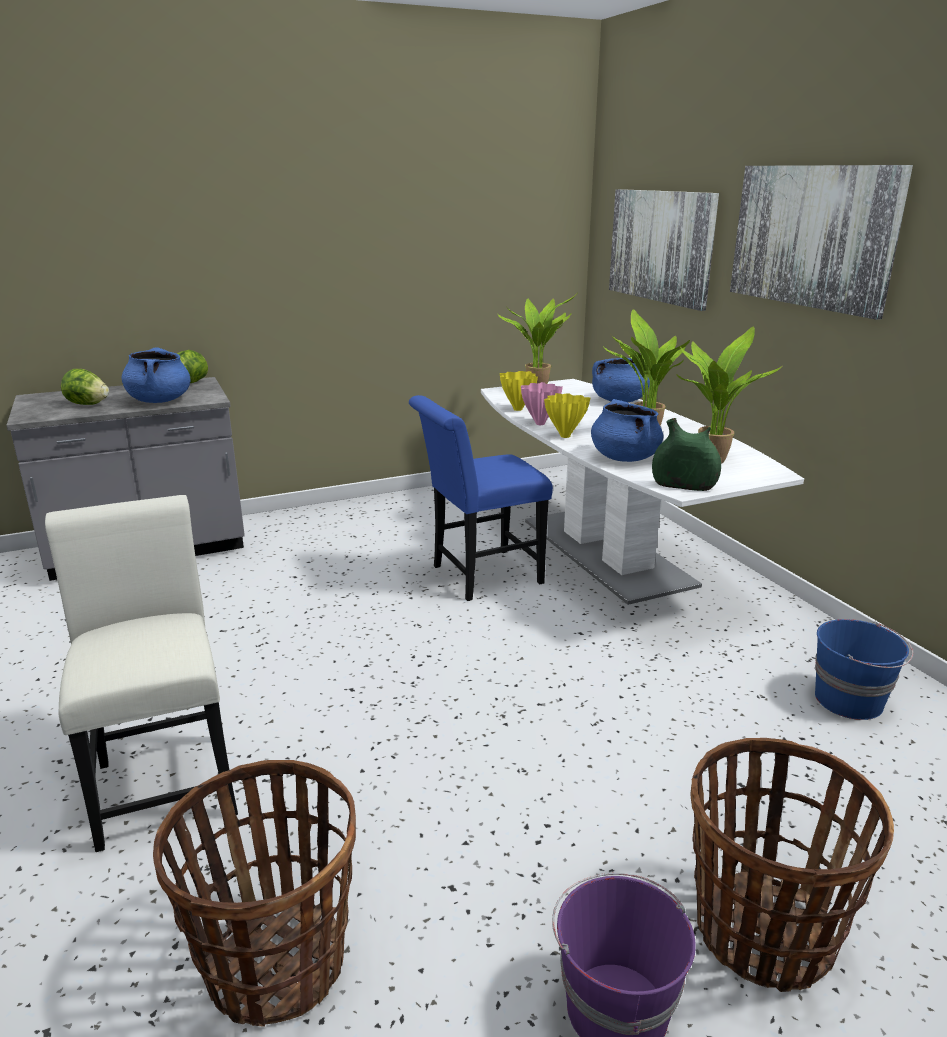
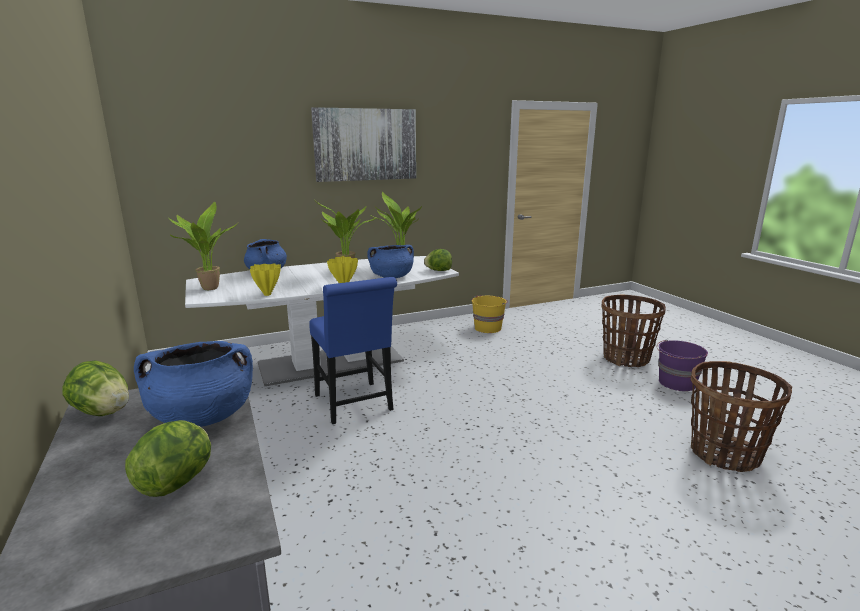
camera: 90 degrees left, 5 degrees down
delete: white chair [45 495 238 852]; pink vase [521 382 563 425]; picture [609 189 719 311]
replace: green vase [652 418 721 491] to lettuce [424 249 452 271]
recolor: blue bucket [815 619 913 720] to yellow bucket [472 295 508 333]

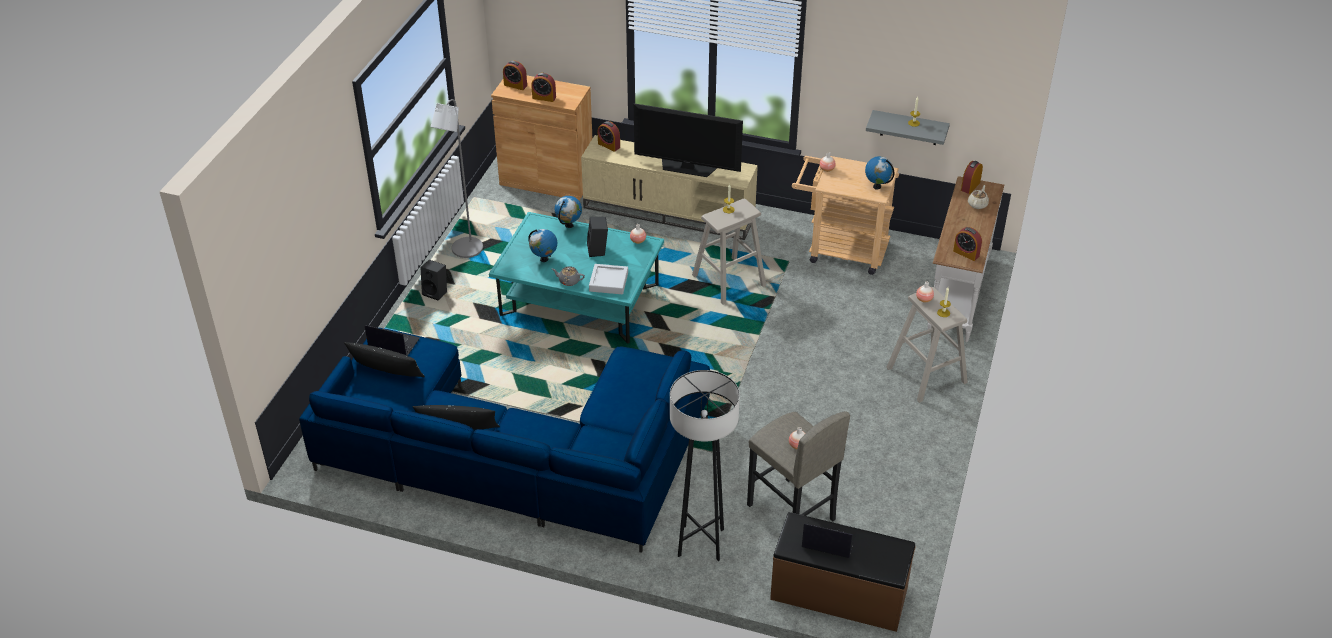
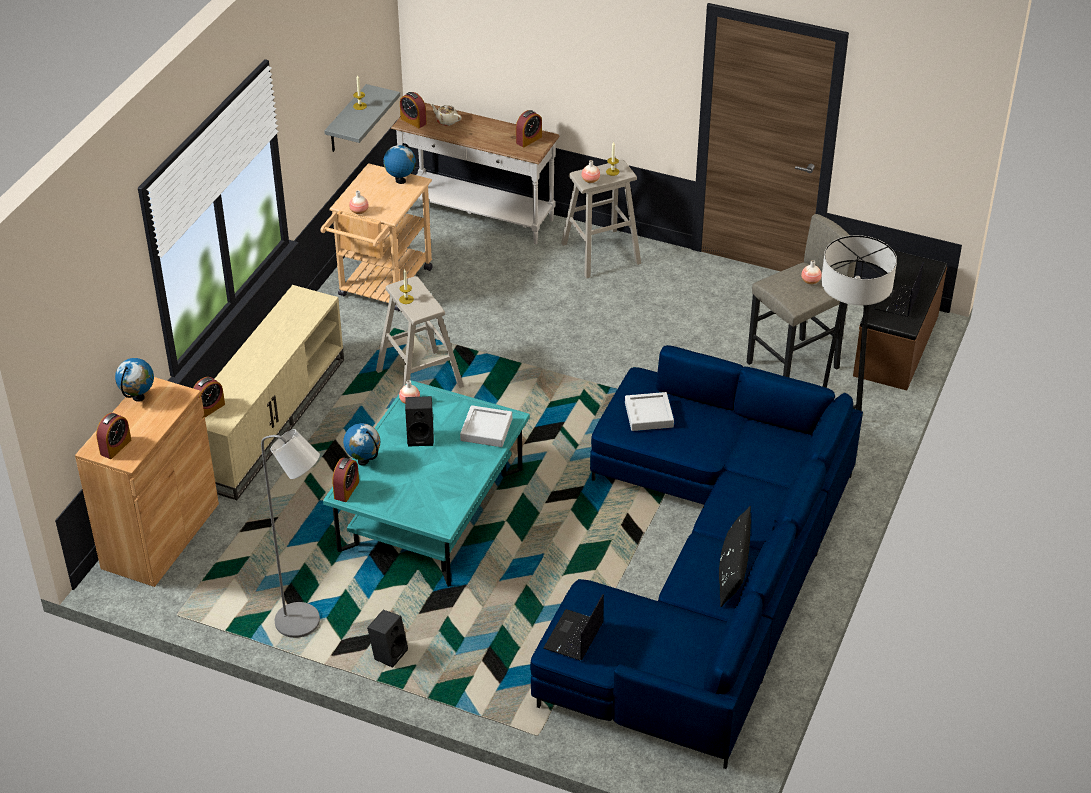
camera: 85 degrees left, 0 degrees up
delete: black pillow [344 342 425 377]; grey teapot [552 266 585 286]; television [634 103 743 177]
insert: grey tray [625 392 674 431]
move: globe [528 229 557 262] to [115 358 154 402]; alarm clock [531 73 556 102] to [332 458 359 502]

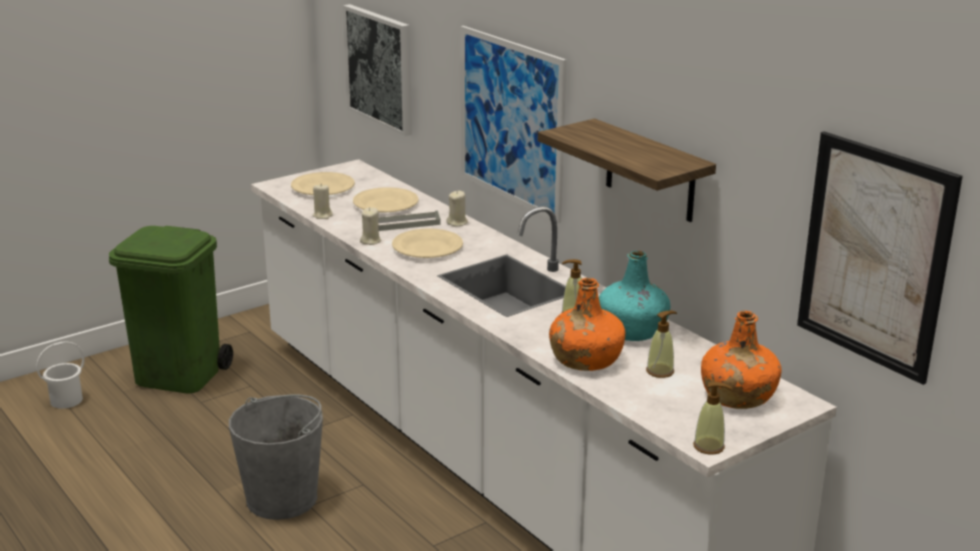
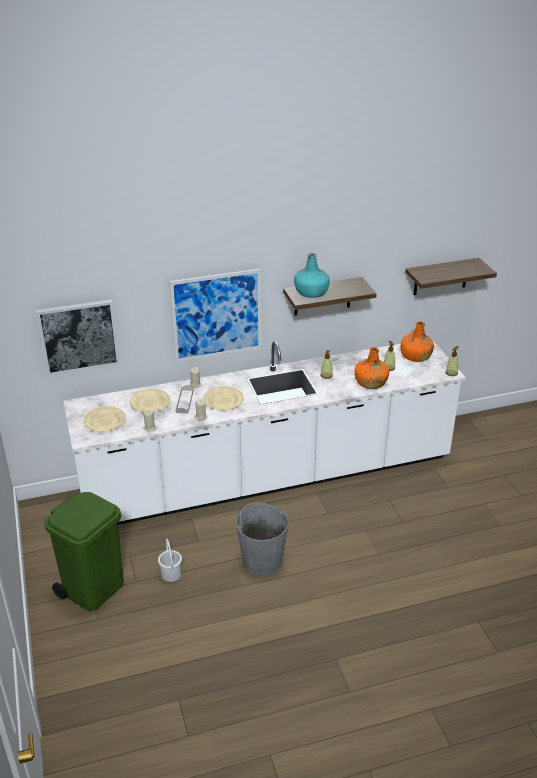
camera: 70 degrees left, 10 degrees up
move: white bucket [36 341 85 409] to [158 539 182 582]; turquoise bottle [599 251 671 341] to [294 253 330 298]
replace: picture [797 131 963 385] to shelf [405 258 497 295]

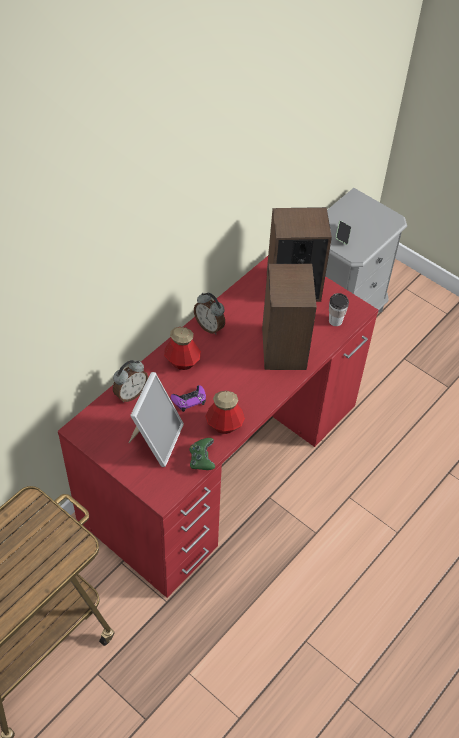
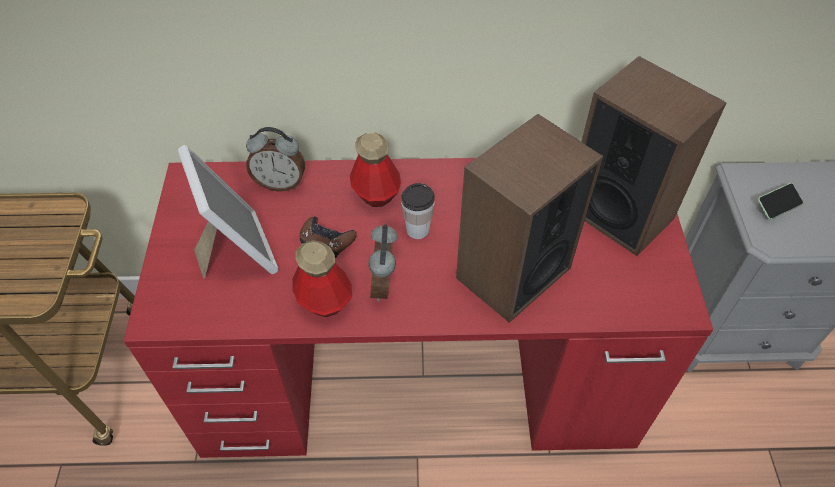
camera: 50 degrees right, 0 degrees up
delete: green game controller [189 438 215 470]
move: alarm clock [194 293 225 335] to [368 224 398 302]; cup [329 293 349 326] to [401 183 435 239]
recolor: purple game controller [171 385 206 412] to brown game controller [300 216 357 258]
rotate: picture frame [129 372 184 467] = [178 145 278 279] 90 degrees counterclockwise

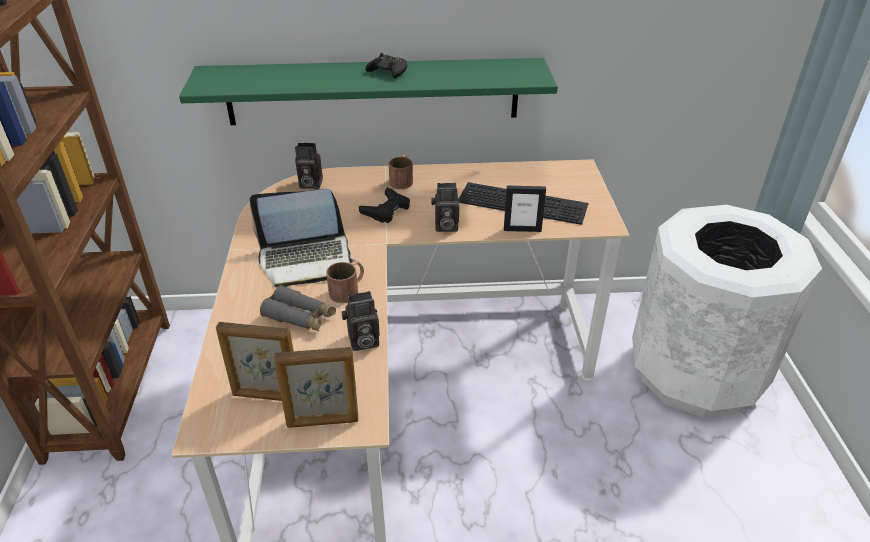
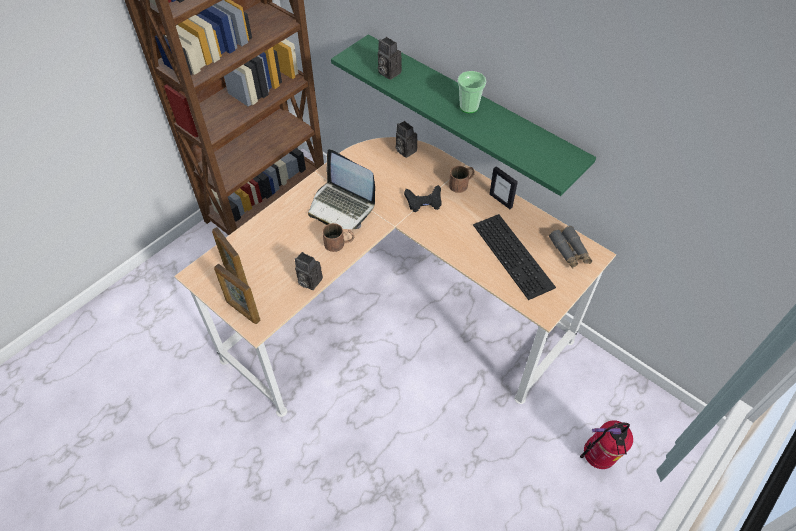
camera: 45 degrees right, 15 degrees up
move: photo camera [431 183 460 232] to [378 37 402 80]; picture frame [504 185 546 232] to [489 166 518 209]; grey binoculars [260 285 336 331] to [549 226 592 269]
replace: black game controller [365 53 407 78] to cup [458 71 486 113]; white trash can [632 205 822 418] to fire extinguisher [580 420 633 469]

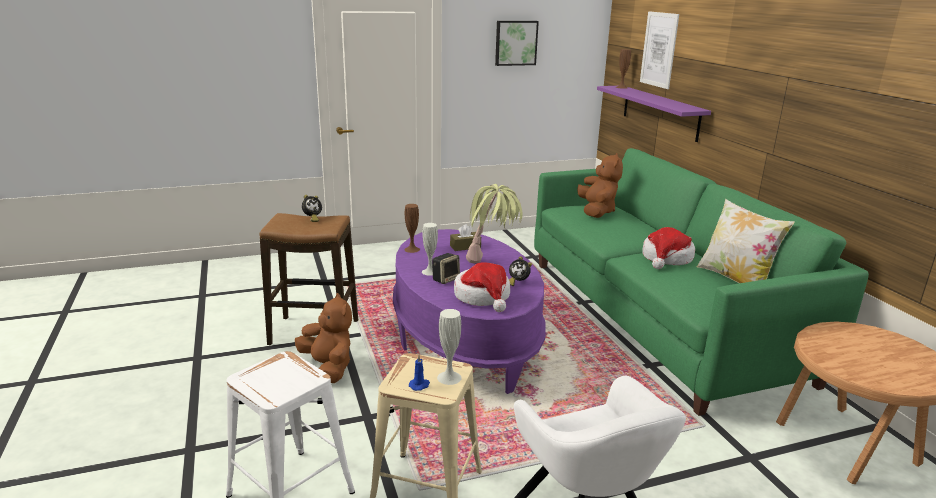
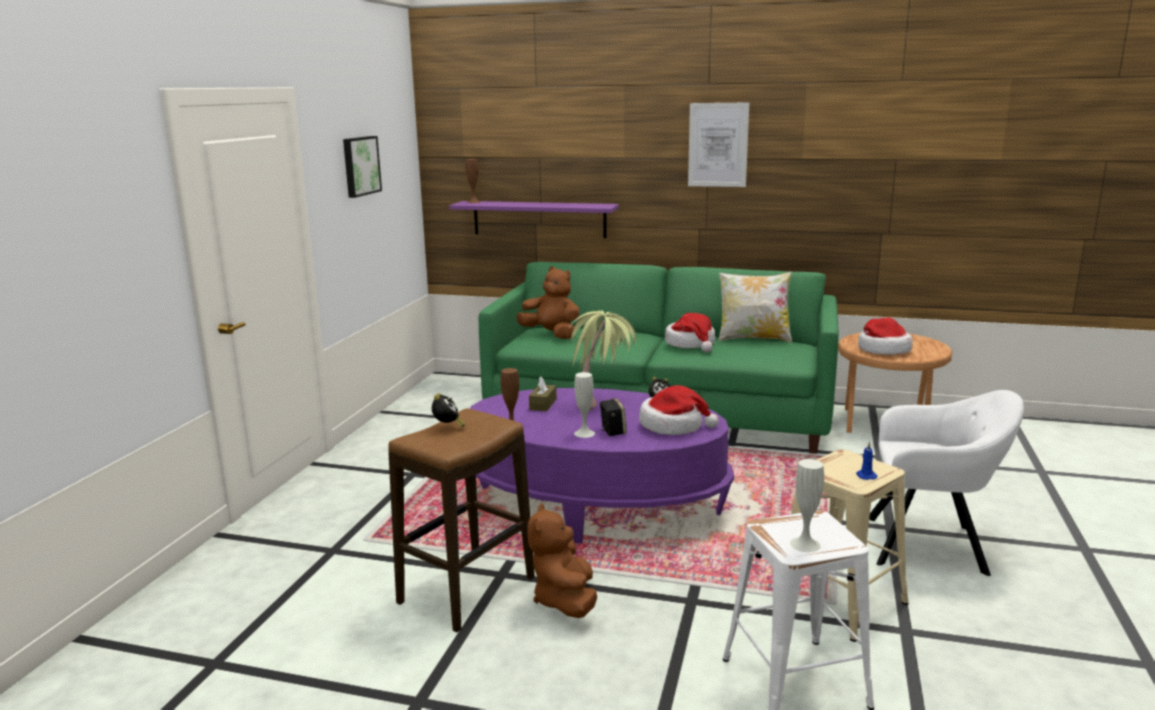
camera: 55 degrees left, 5 degrees down
insert: hat [858 318 913 355]
move: picture [640 11 679 89] to [688 102 750 187]; white vase [437 309 462 385] to [790 459 824 552]
rotate: brown plush toy [295 293 352 383] = [527 504 597 618] 90 degrees counterclockwise

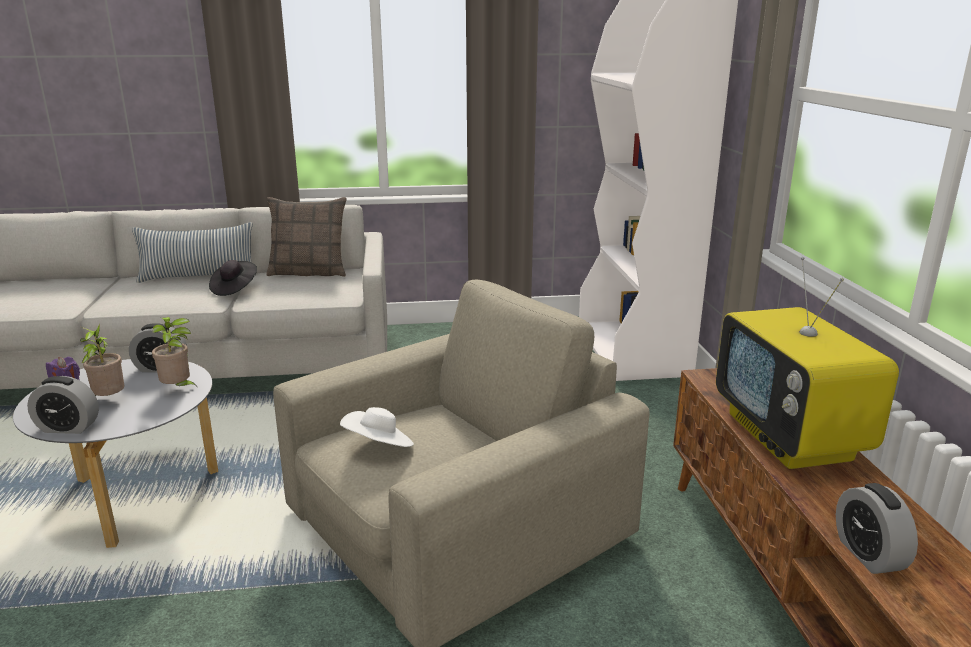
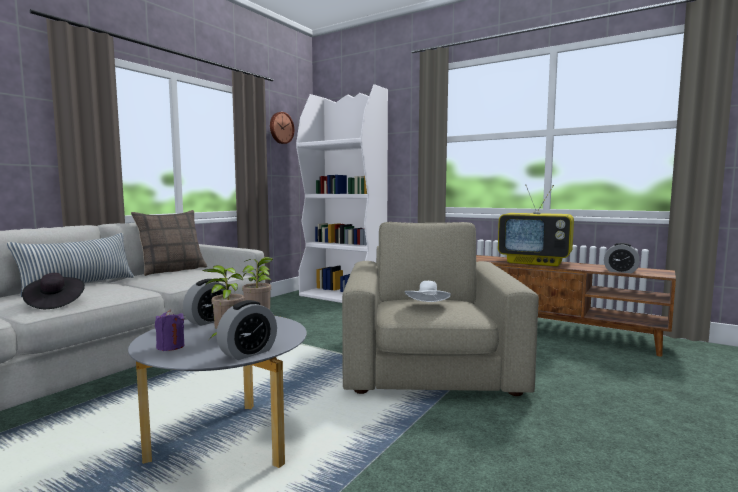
camera: 50 degrees left, 15 degrees down
insert: wall clock [270 112 294 144]
move: black hat [209 260 257 296] to [22 273 85 309]

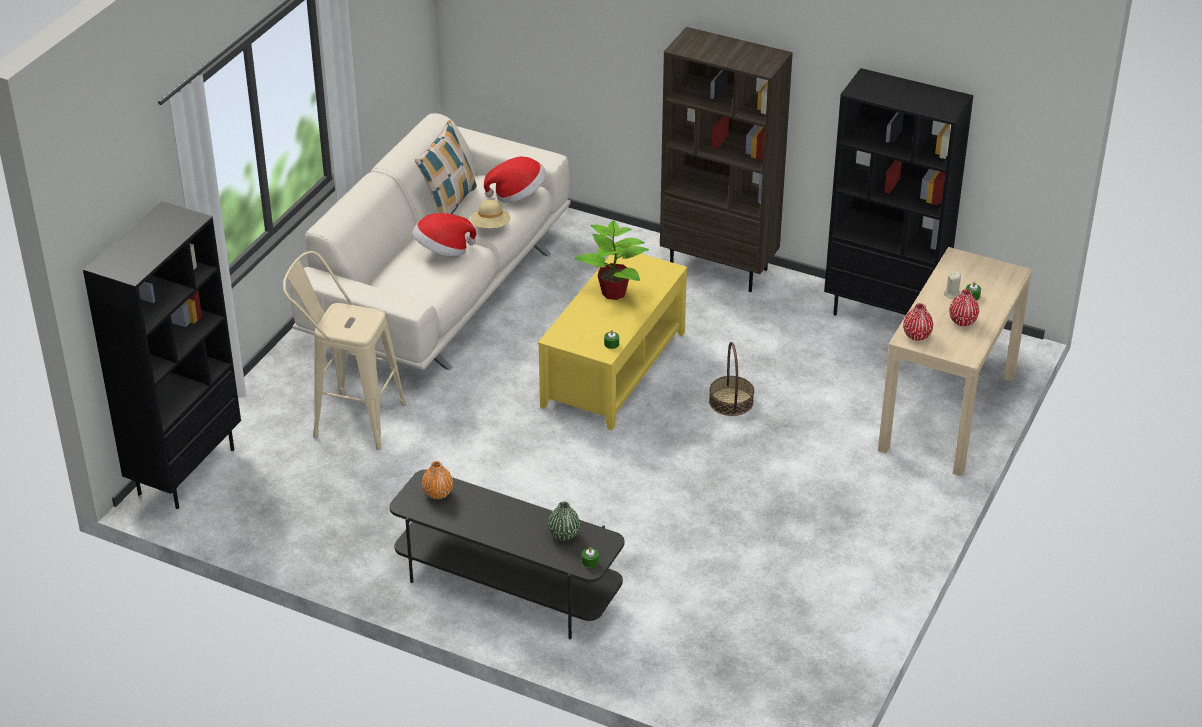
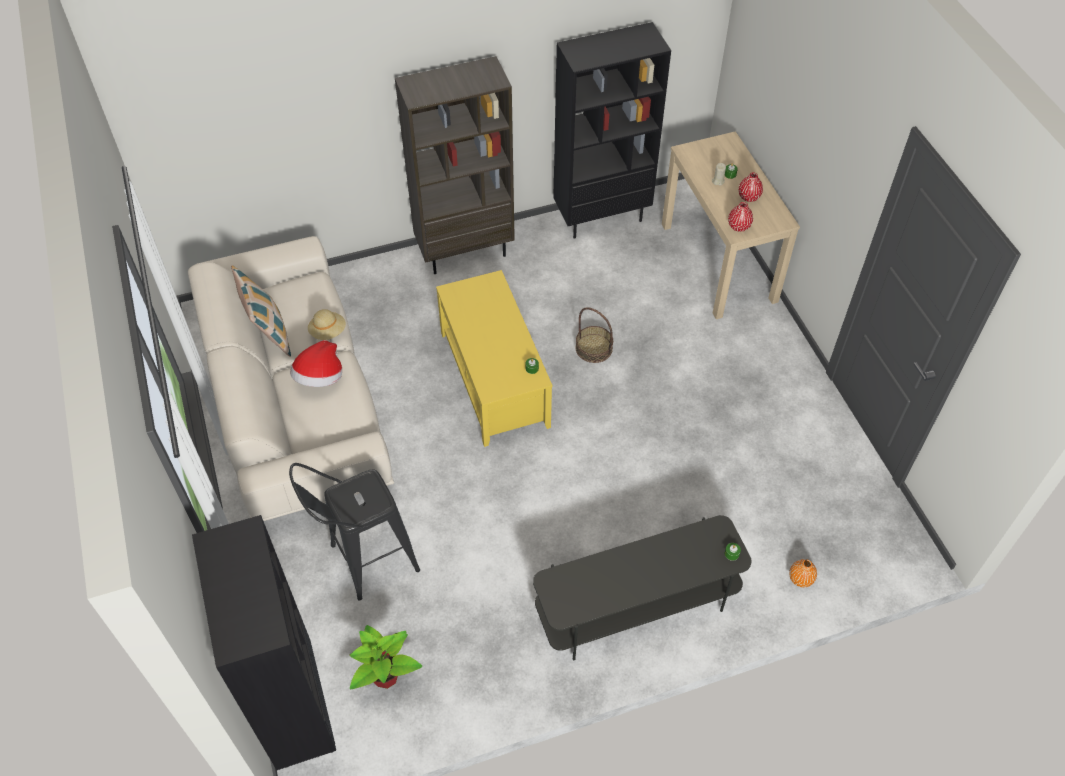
camera: 45 degrees left, 15 degrees up
delete: hat [484 156 546 203]; green vase [548 502 580 540]
move: potted plant [574 221 649 300] to [349 625 422 689]; orange vase [422 461 453 499] to [789 559 817 587]
recolor: beige stool [283 251 406 450] to black stool [289 463 420 601]

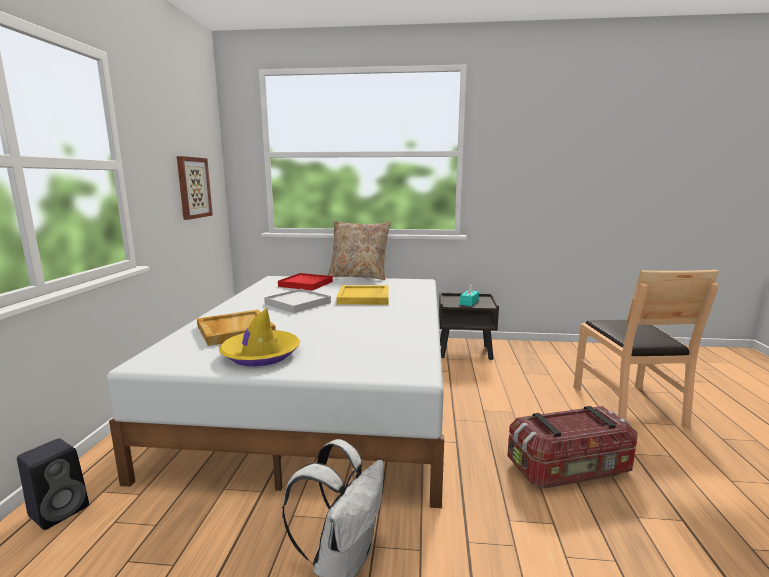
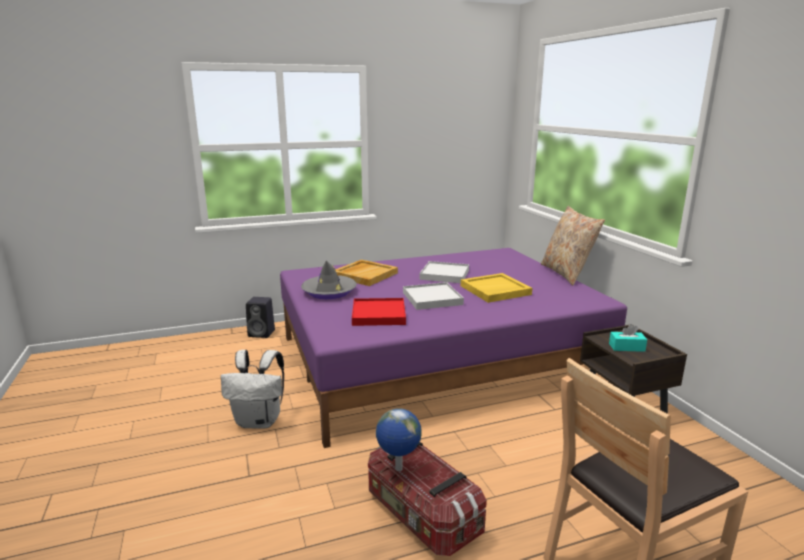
camera: 65 degrees right, 5 degrees up
delete: picture [177 156 213 220]
insert: globe [376 408 421 471]; white tray [403 282 464 310]
move: red tray [278 273 333 291] to [352 298 406 326]
recolor: white bed [107 276 444 508] to purple bed [280 248 627 448]; yellow hat [219 308 300 366] to grey hat [301 260 357 299]

